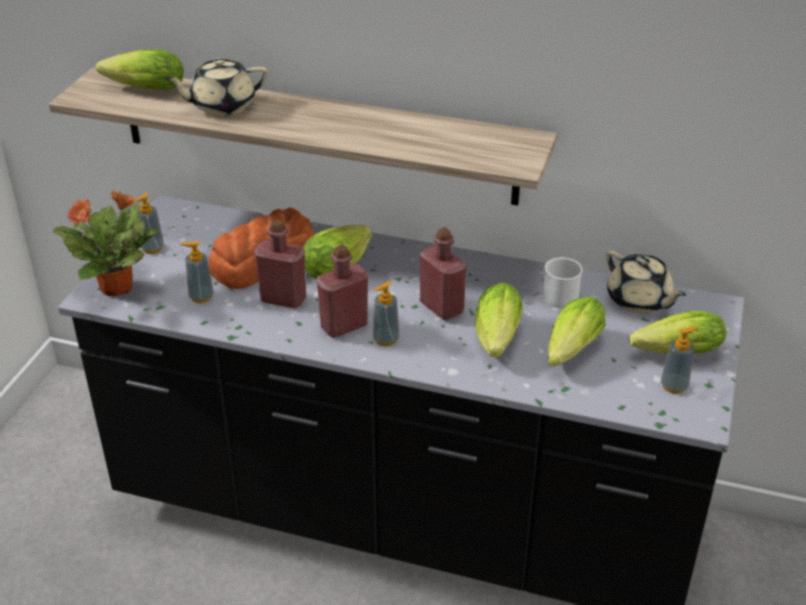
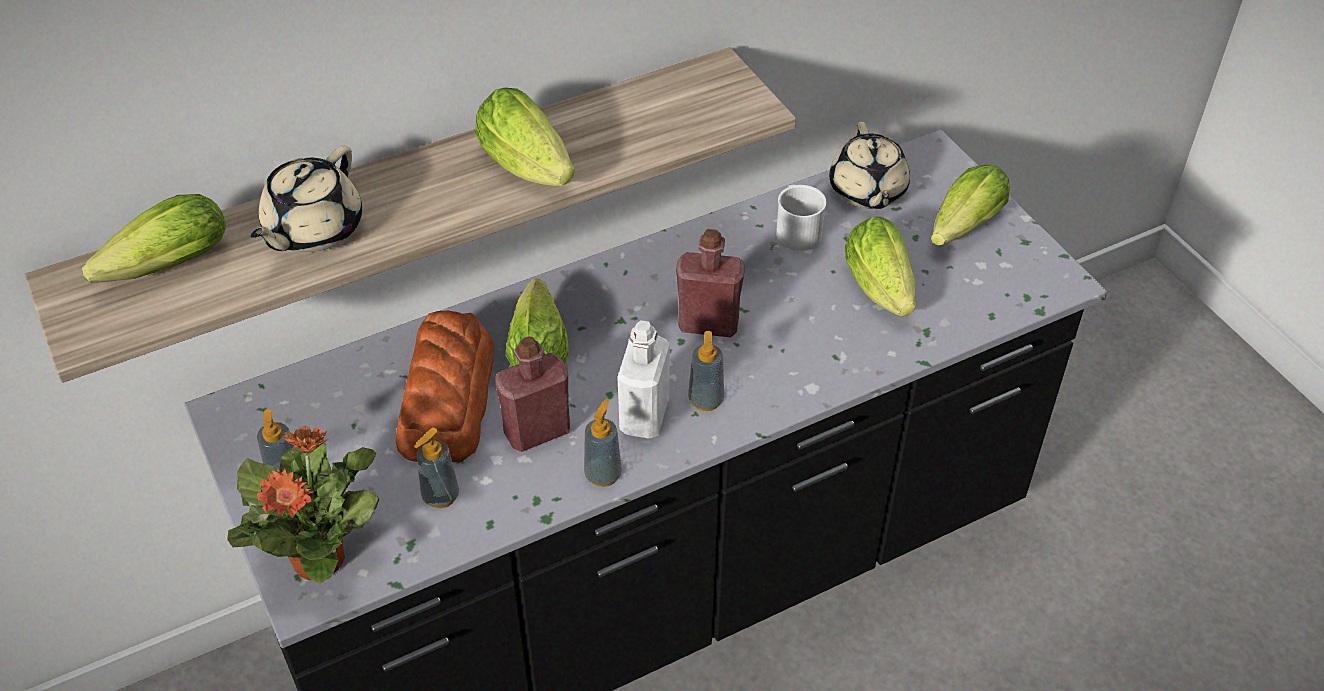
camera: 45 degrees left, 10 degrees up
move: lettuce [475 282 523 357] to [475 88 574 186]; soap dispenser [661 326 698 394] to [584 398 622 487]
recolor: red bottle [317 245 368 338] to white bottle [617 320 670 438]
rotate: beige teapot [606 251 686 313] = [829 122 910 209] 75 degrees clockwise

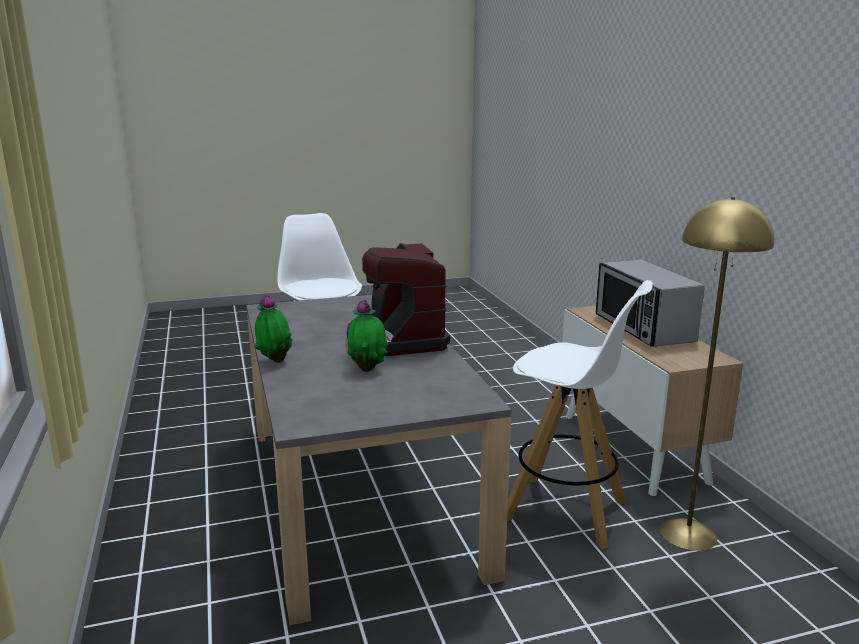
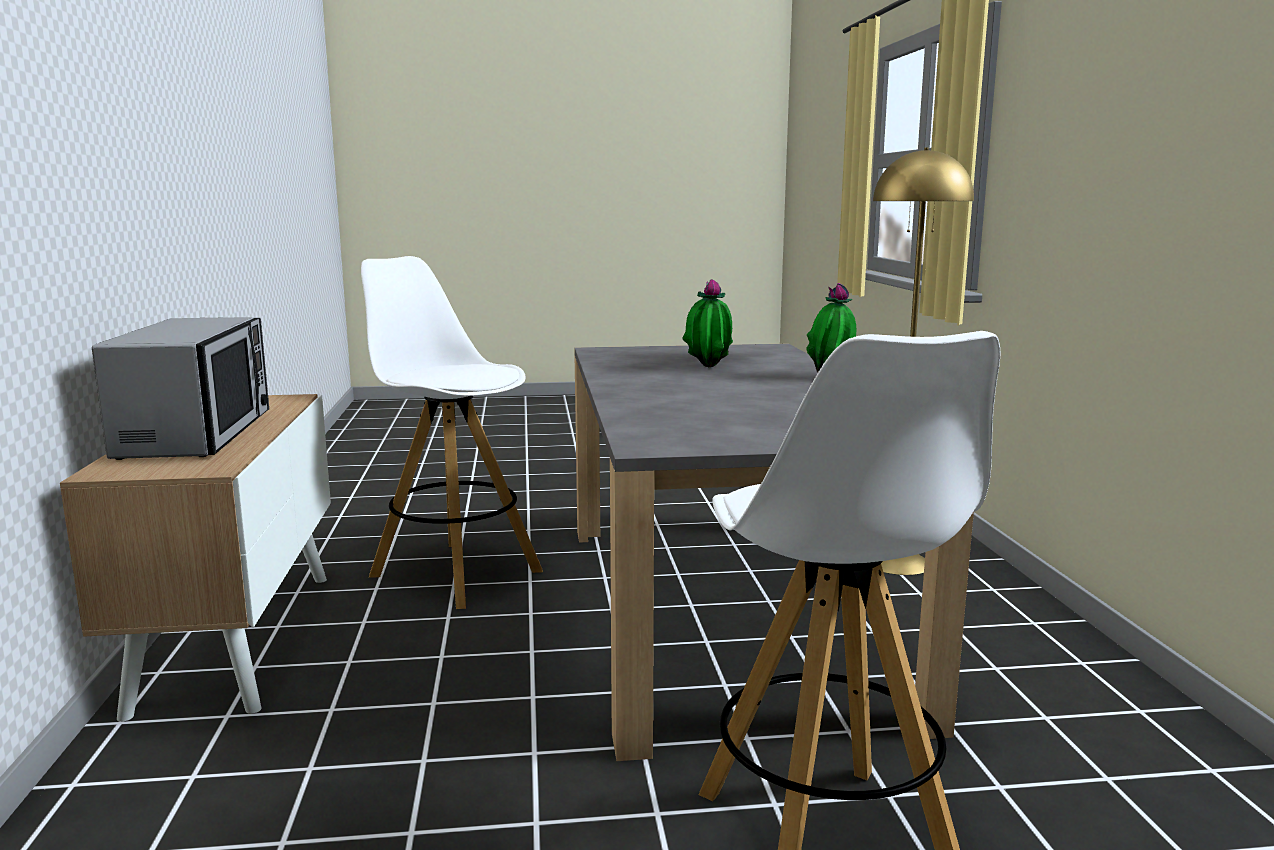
camera: 170 degrees left, 5 degrees down
delete: coffee machine [347 243 450 356]
move: yellow floor lamp [659 197 774 551] to [873 147 974 575]

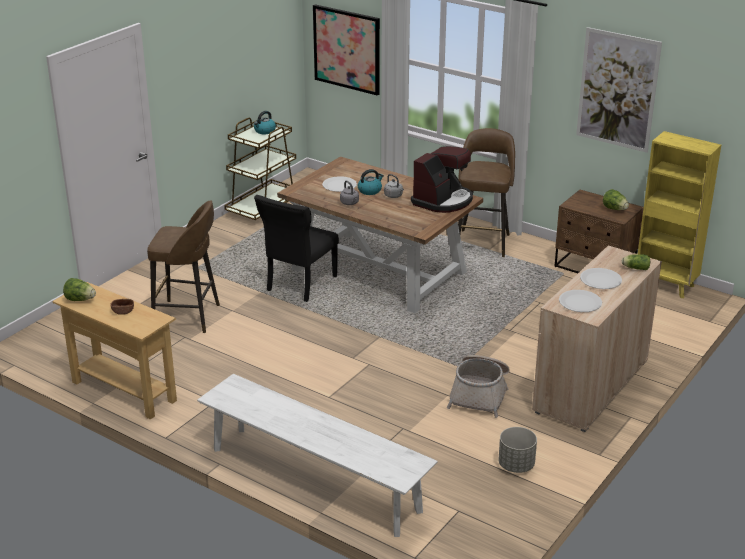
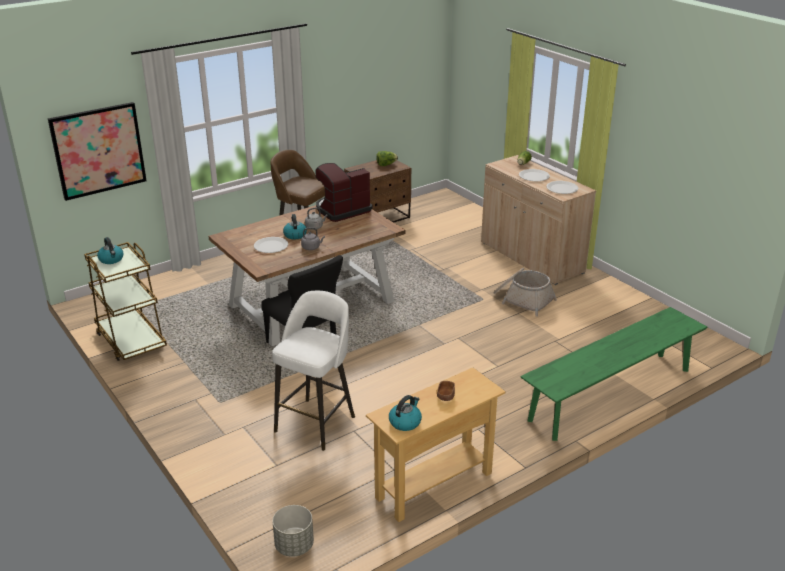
camera: 70 degrees left, 0 degrees up
delete: picture [576 27 662 153]; yellow bookcase [638 131 721 298]
move: grey planter [498 427 537 473] to [272 505 314 557]
replace: lettuce [63 278 96 301] to kettle [389 395 422 431]
recolor: brown stool [147 200 220 333] to white stool [272 291 355 451]; white bench [197 374 438 537] to green bench [521 307 707 441]
rotate: coffee machine [411 146 473 213] = [315 163 372 222] 90 degrees counterclockwise

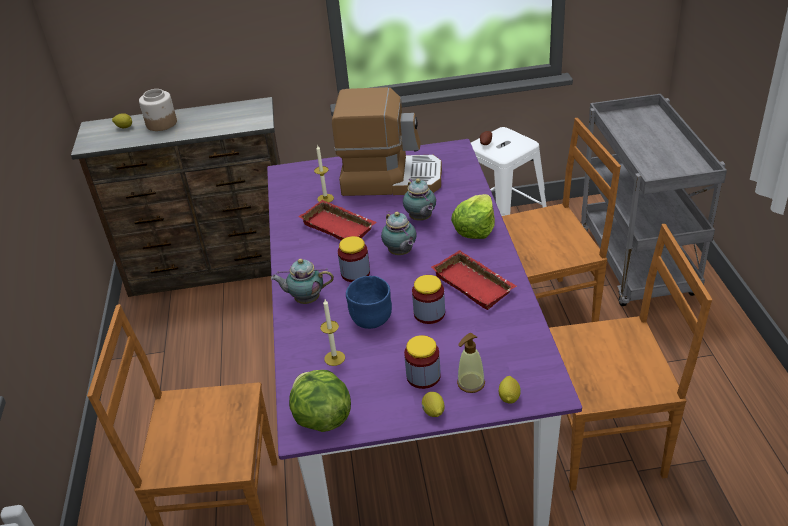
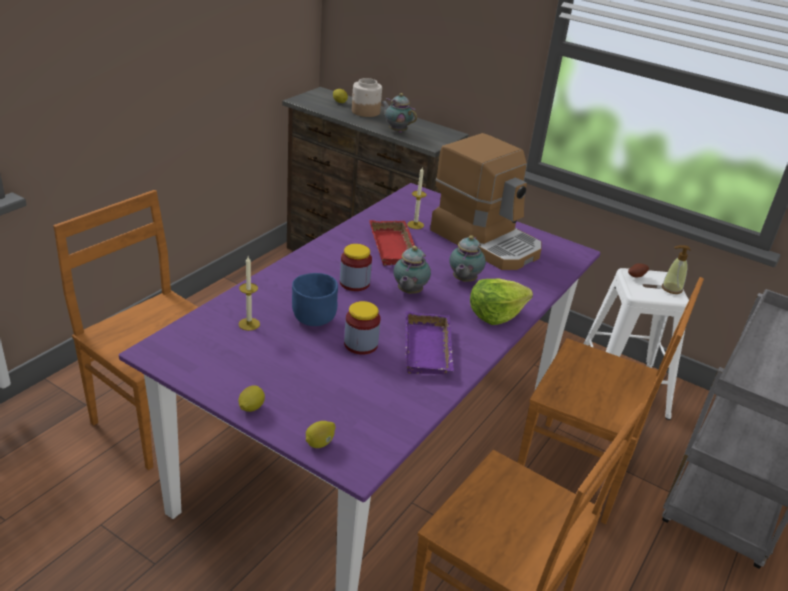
camera: 35 degrees right, 5 degrees down
delete: lettuce [289 370 351 432]; jar [404 335 441 389]
move: teapot [271 259 334 304] to [382 93 417 133]; soap dispenser [457 333 485 393] to [662 245 691 294]
recolor: red tray [431 250 517 310] to purple tray [405 311 454 374]

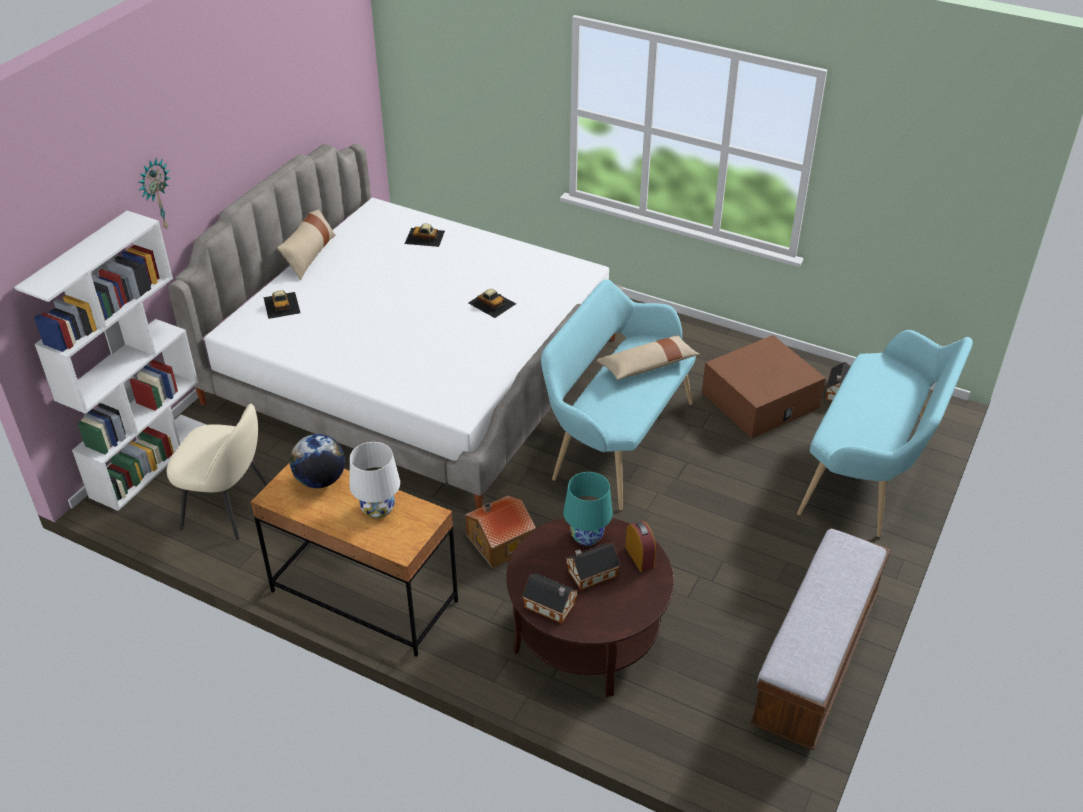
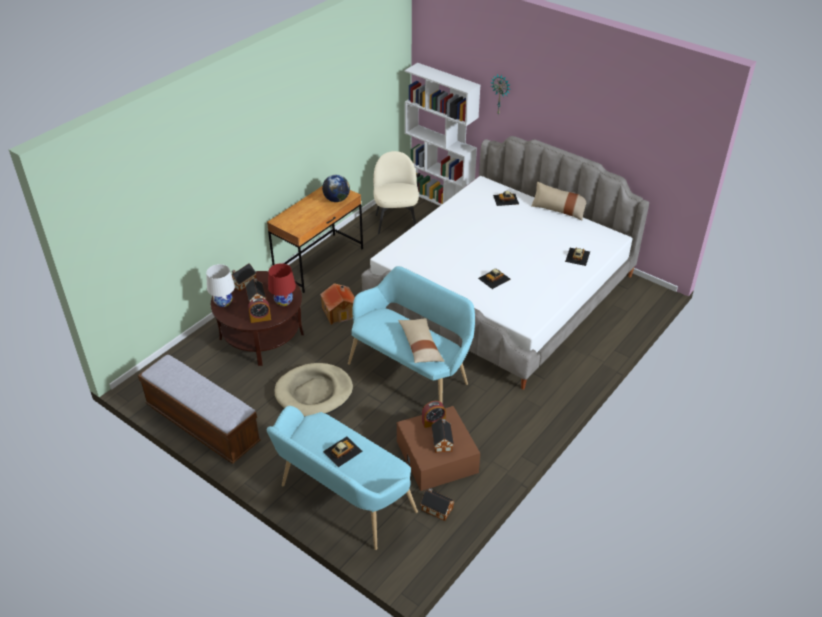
camera: 100 degrees right, 0 degrees up
insert: beige dog bed [275 363 353 417]; toy car [323 437 363 467]; alarm clock [422 401 446 428]; toy house [431 418 454 453]
move: white table lamp [350 442 400 519] to [206 264 235 307]
recolor: turquoise table lamp [563 472 613 546] to red table lamp [268 263 296 306]
rotate: beige chair [167 404 268 540] = [373 151 419 234] 150 degrees clockwise

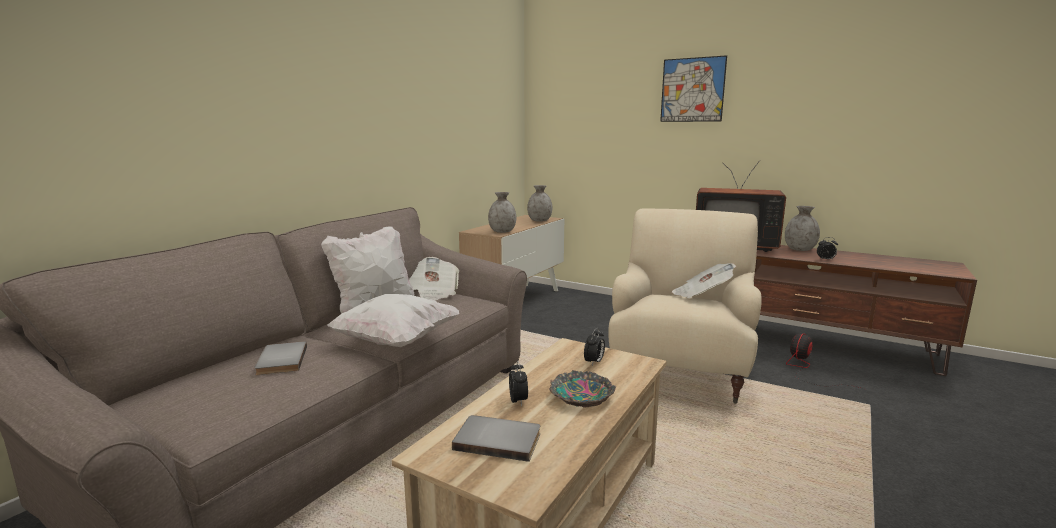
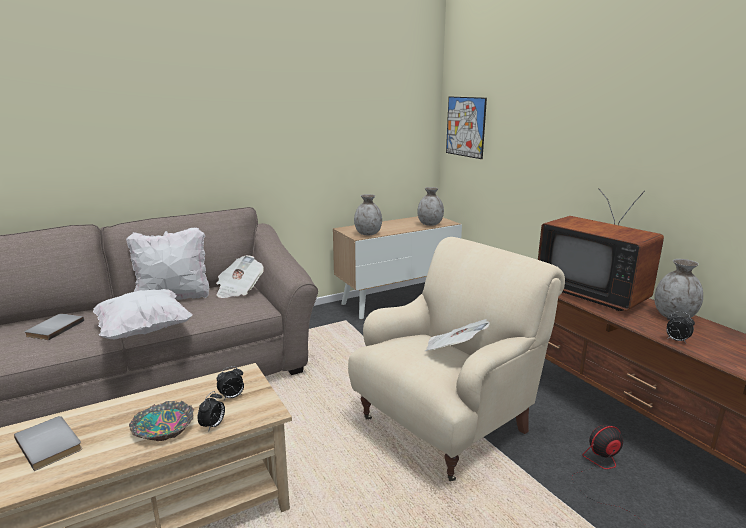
camera: 30 degrees right, 5 degrees up
move: alarm clock [509 361 528 407] to [197 391 225 430]; picture [660 55 727 122] to [446 96 487 159]

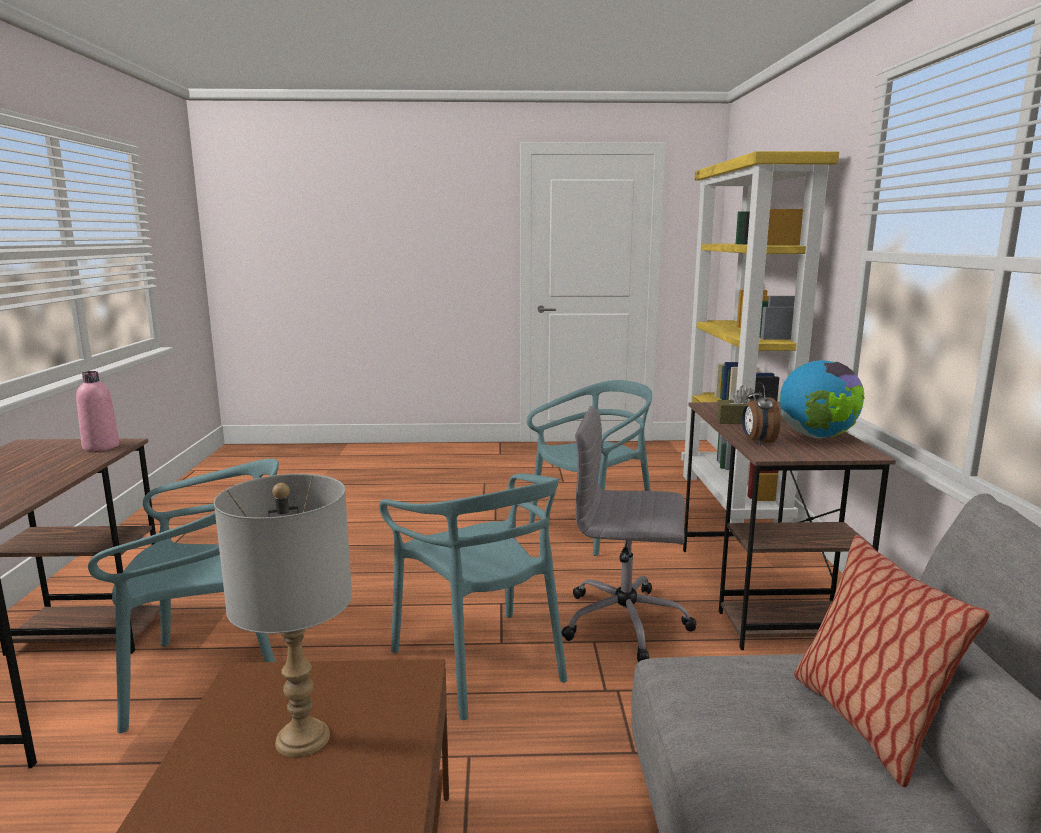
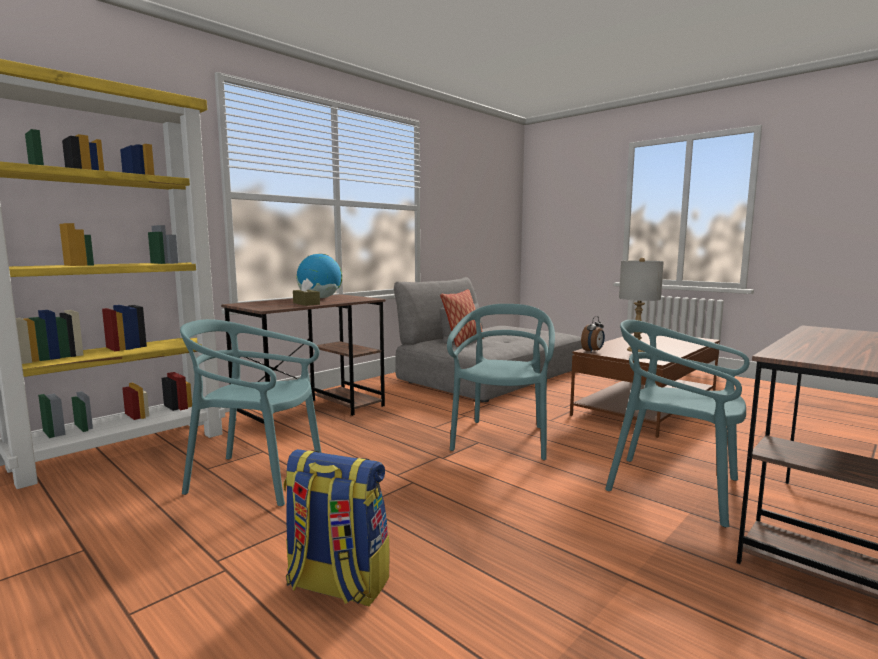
camera: 135 degrees left, 5 degrees down
delete: pink bottle [76 371 120 451]; grey office chair [561 406 697 662]
insert: backpack [283 449 389 607]
move: alarm clock [742 382 780 446] to [581 316 605 353]

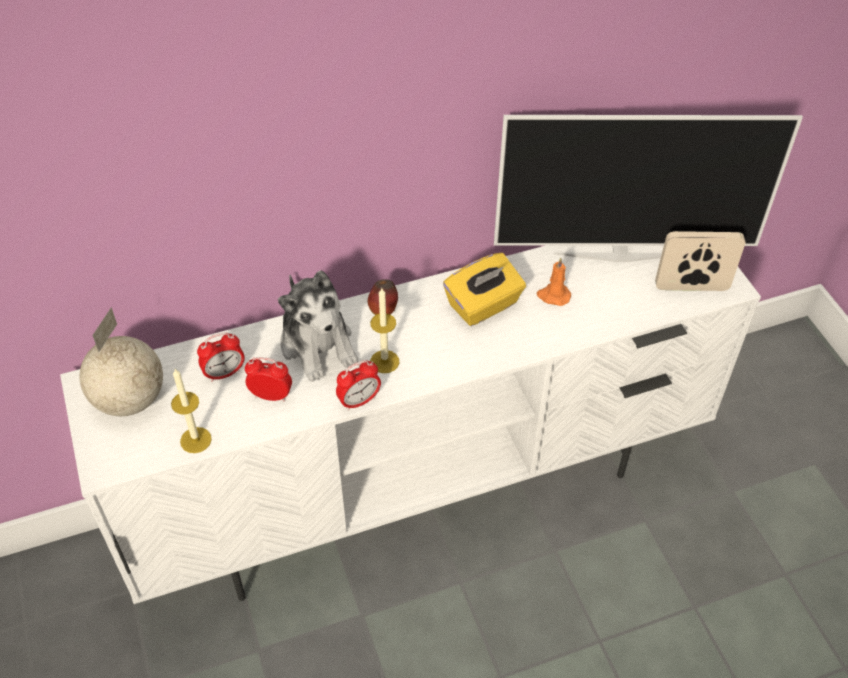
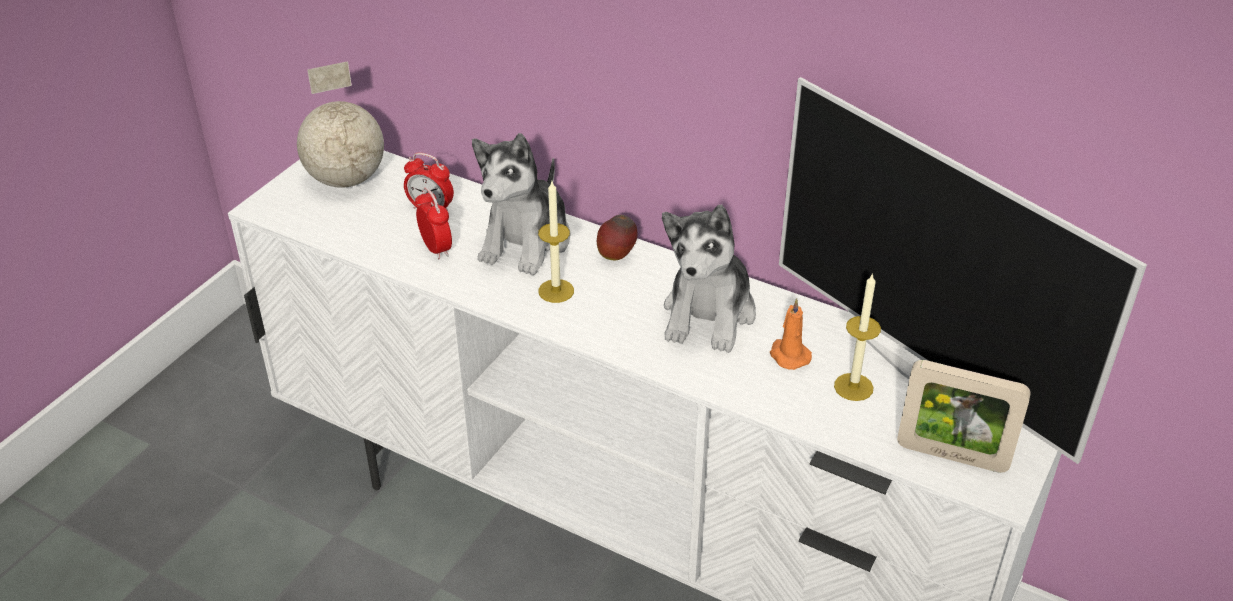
camera: 50 degrees right, 10 degrees down
delete: alarm clock [336 360 381 411]
move: candle [171 369 212 453] to [834 273 881 401]
replace: yellow tissue box [443 253 526 326] to plush toy [662 205 756 353]
rotate: picture frame [655 231 746 291] = [897 360 1031 473] 150 degrees clockwise

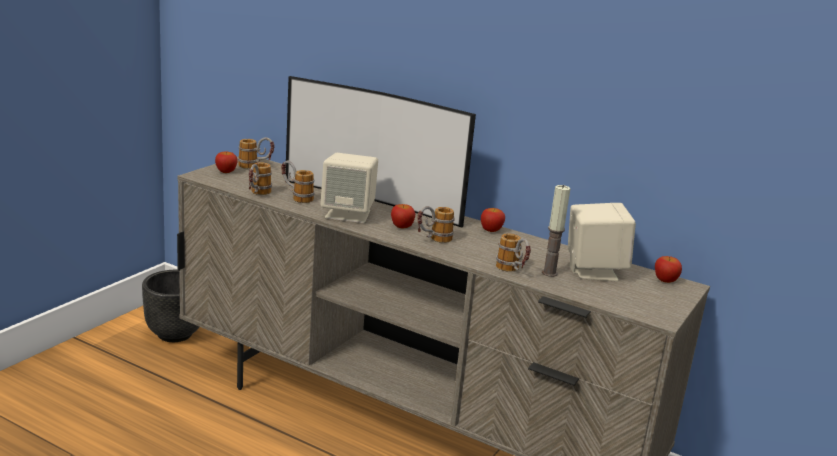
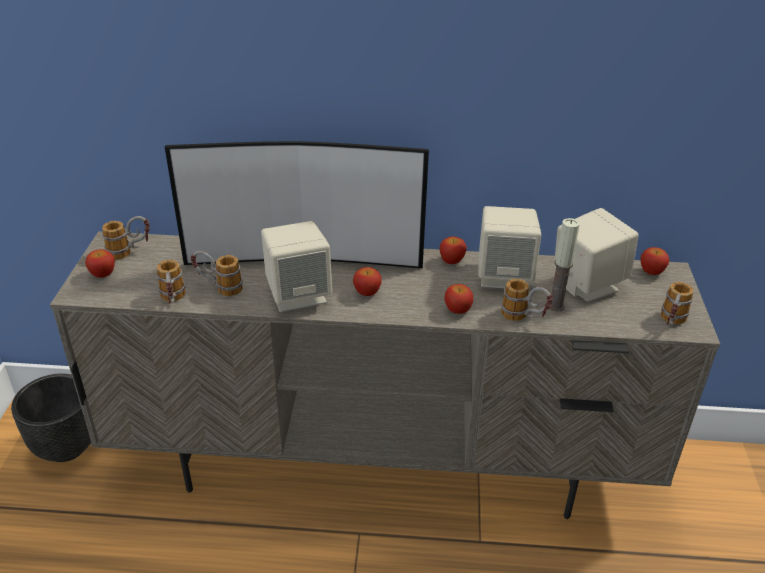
camera: 25 degrees left, 15 degrees up
insert: apple [445 284 473 314]; beige speaker [478 206 541 288]
move: mug [417 206 455 243] to [661 282 694 324]

